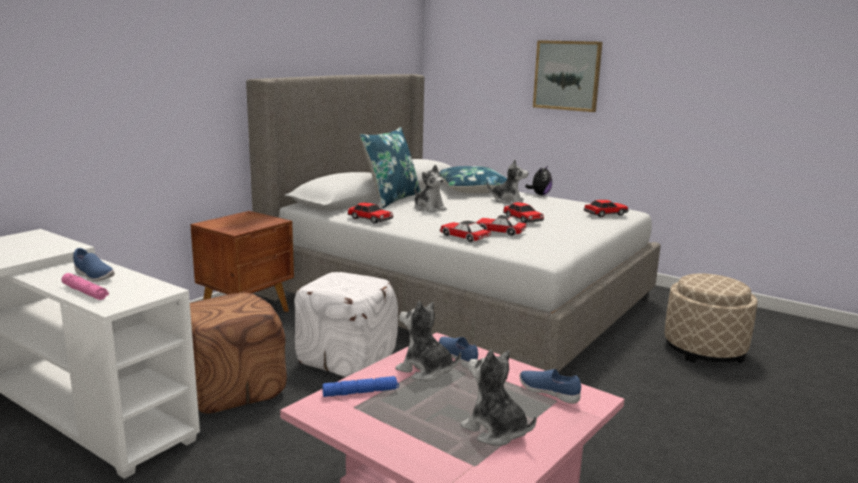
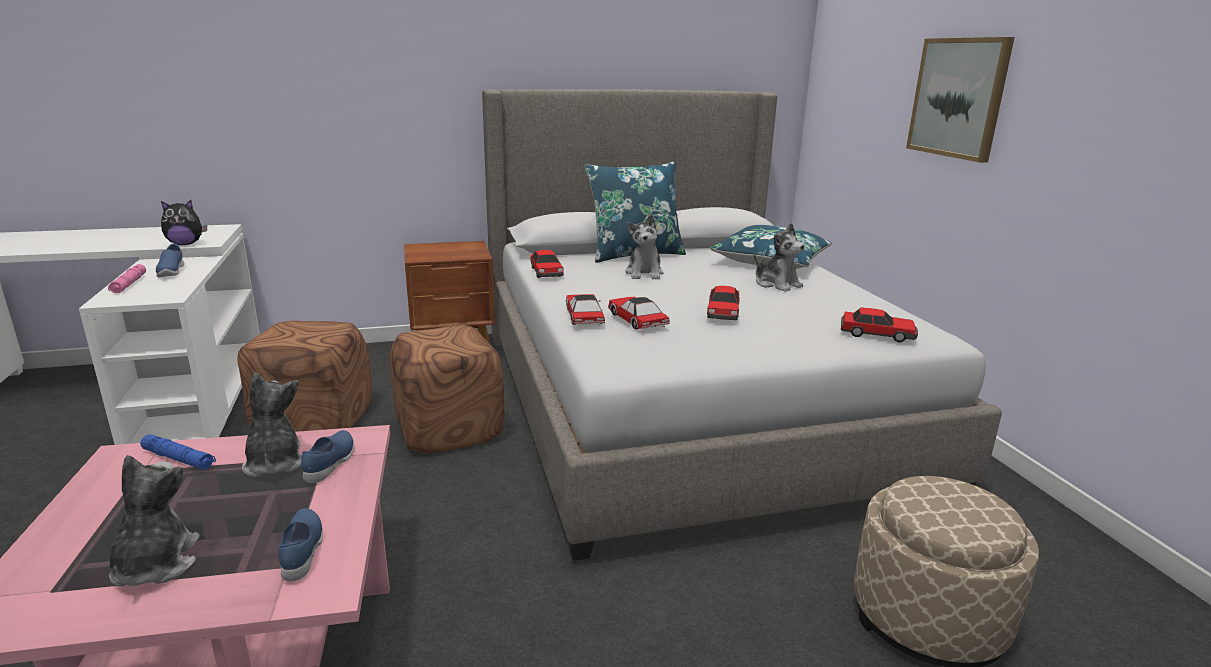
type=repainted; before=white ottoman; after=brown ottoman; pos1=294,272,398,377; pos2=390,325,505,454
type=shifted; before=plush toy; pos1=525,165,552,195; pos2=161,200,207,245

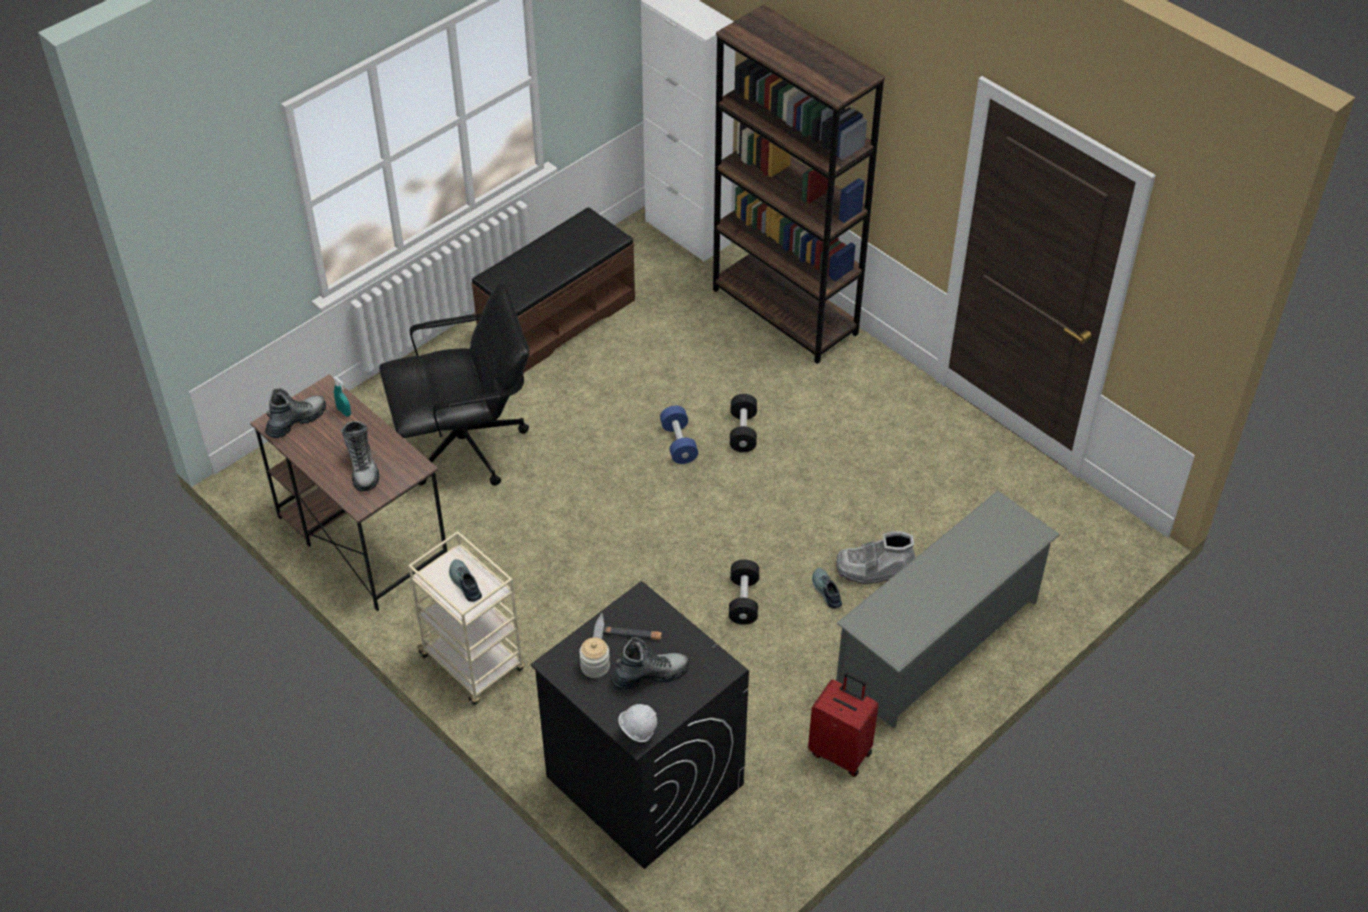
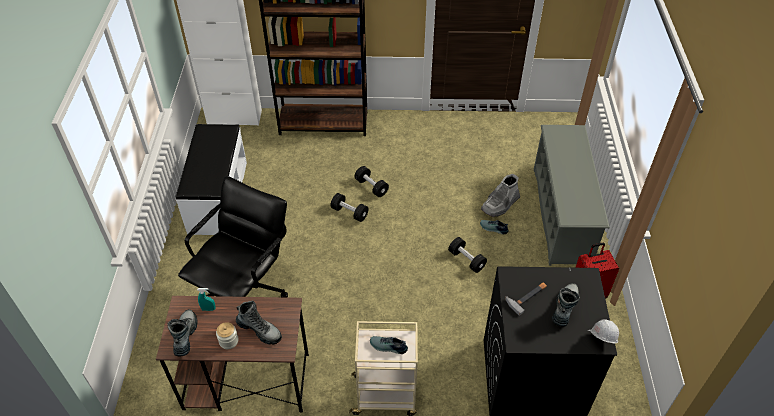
type=repainted; before=brown bench; after=white bench; pos1=471,207,635,373; pos2=176,124,247,235
type=shifted; before=jar; pos1=579,638,610,678; pos2=216,322,239,349
type=repainted; before=blue dumbbell; after=black dumbbell; pos1=660,406,698,464; pos2=331,193,368,222

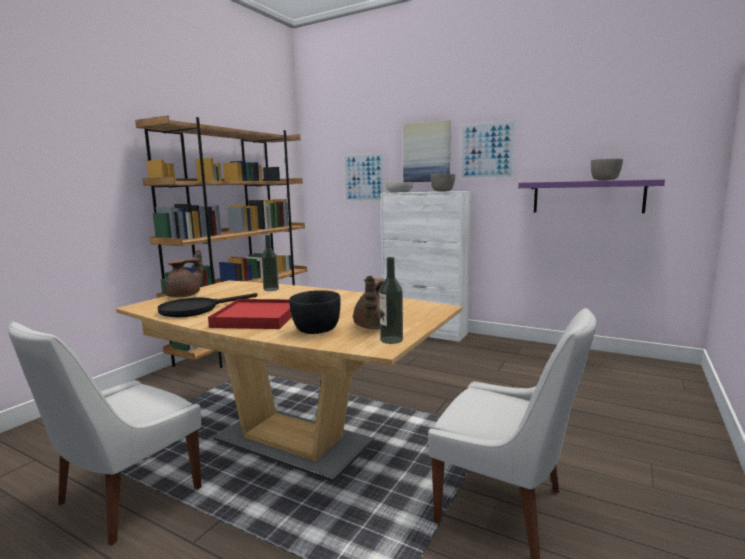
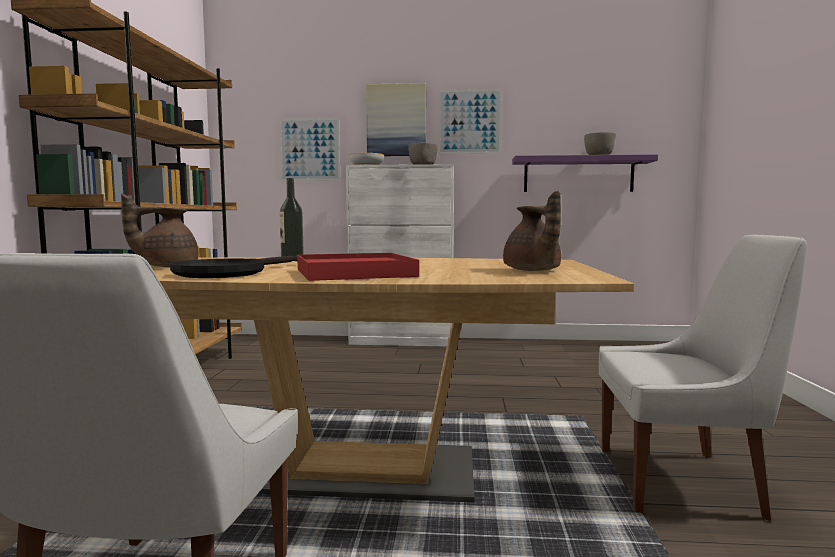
type=rotated; before=brown teapot; pos1=165,250,203,297; pos2=121,193,199,267; turn=-135
type=gone; before=black bowl; pos1=289,290,340,334
type=gone; before=bottle; pos1=379,257,403,344

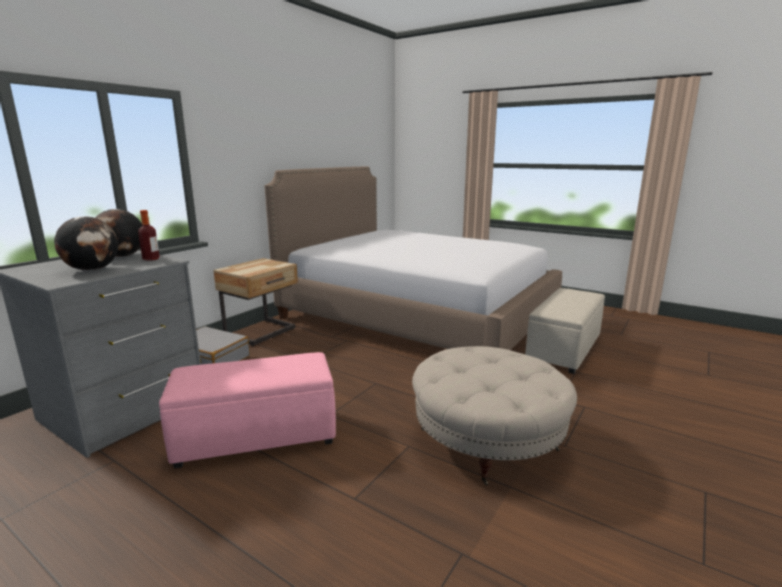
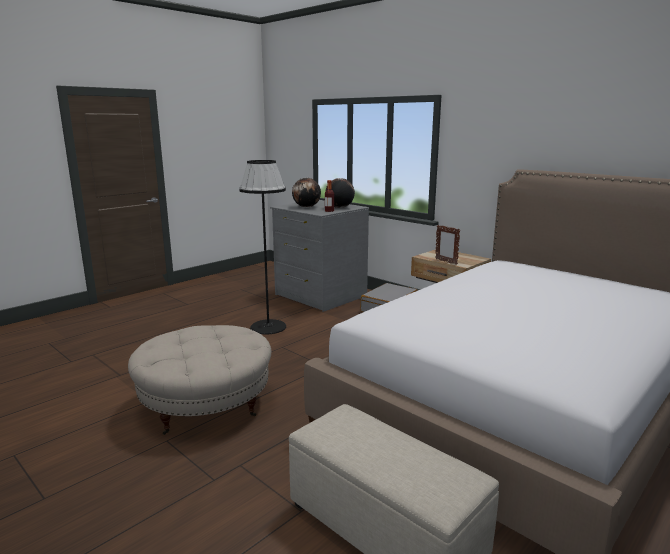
type=swapped; before=pink ottoman; after=black floor lamp; pos1=159,352,336,469; pos2=239,160,286,334
type=new; after=picture frame; pos2=435,225,460,265

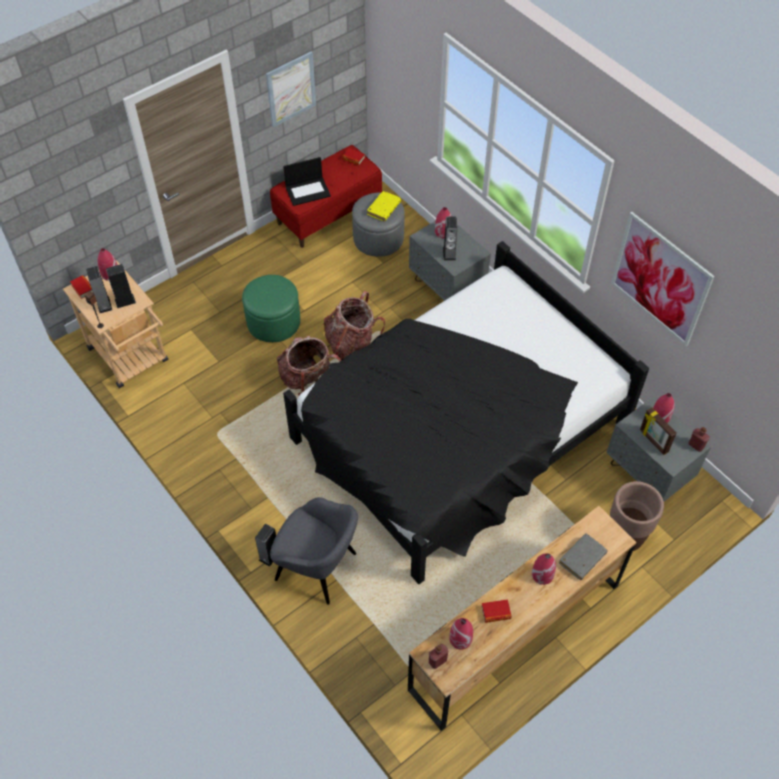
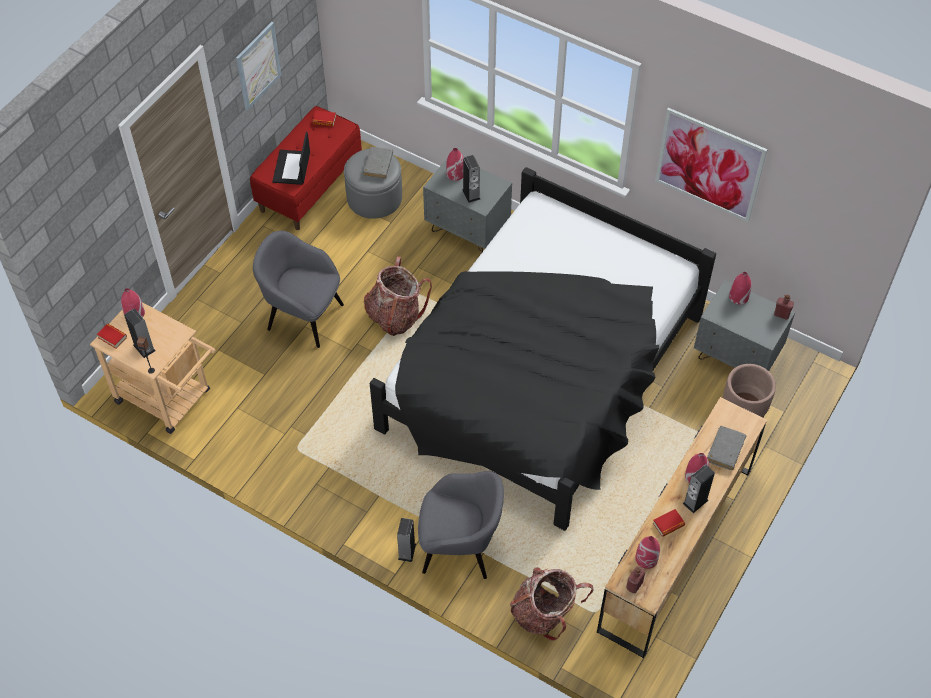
type=shifted; before=speaker; pos1=106,264,136,308; pos2=682,464,715,513
type=swapped; before=green ottoman; after=grey armchair; pos1=242,275,300,342; pos2=253,231,344,348
type=shifted; before=backpack; pos1=277,336,342,395; pos2=510,567,593,641
type=rotated; before=laptop; pos1=283,157,331,206; pos2=272,132,310,185; turn=135
type=repainted; before=yellow book; after=grey book; pos1=367,191,401,221; pos2=363,147,393,179
type=gone; before=picture frame; pos1=640,407,676,455

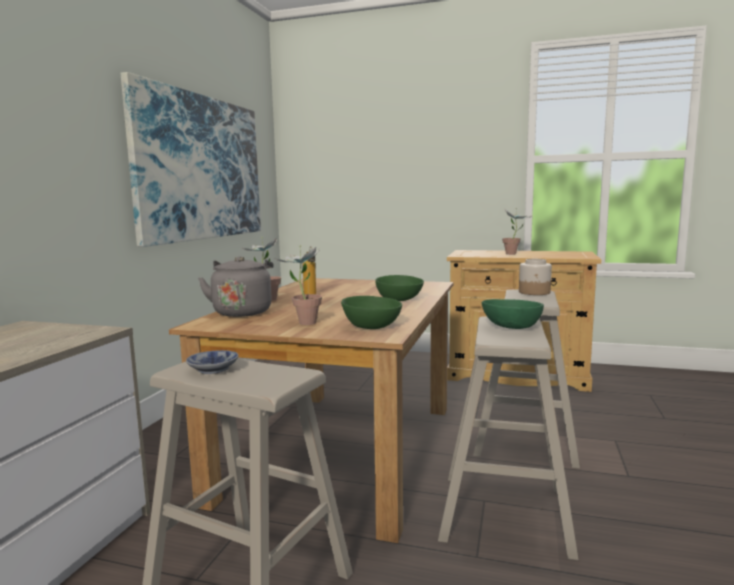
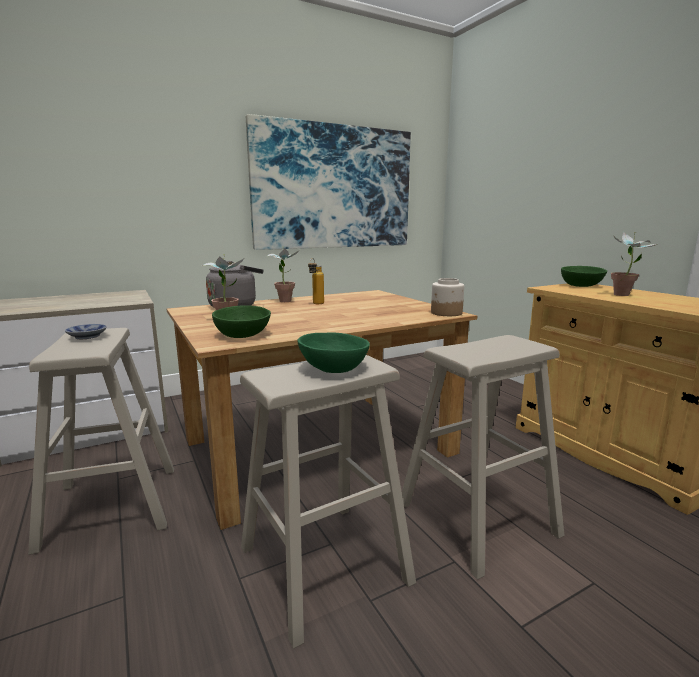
type=shifted; before=green bowl; pos1=375,275,424,301; pos2=561,266,607,287
type=shifted; before=jar; pos1=519,259,552,295; pos2=431,278,464,316

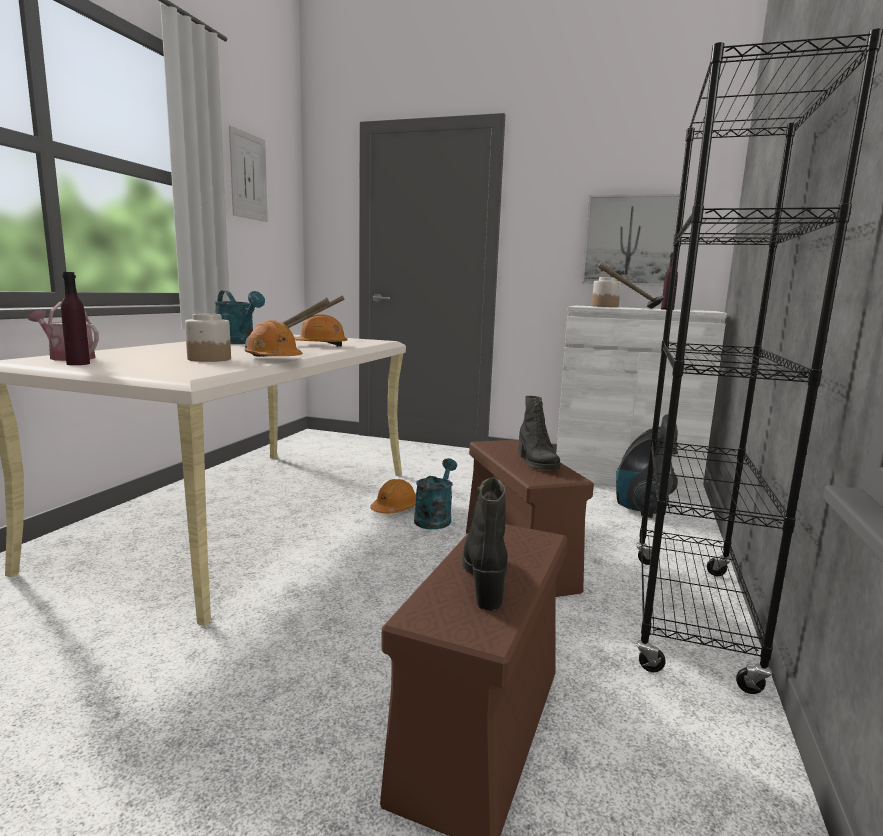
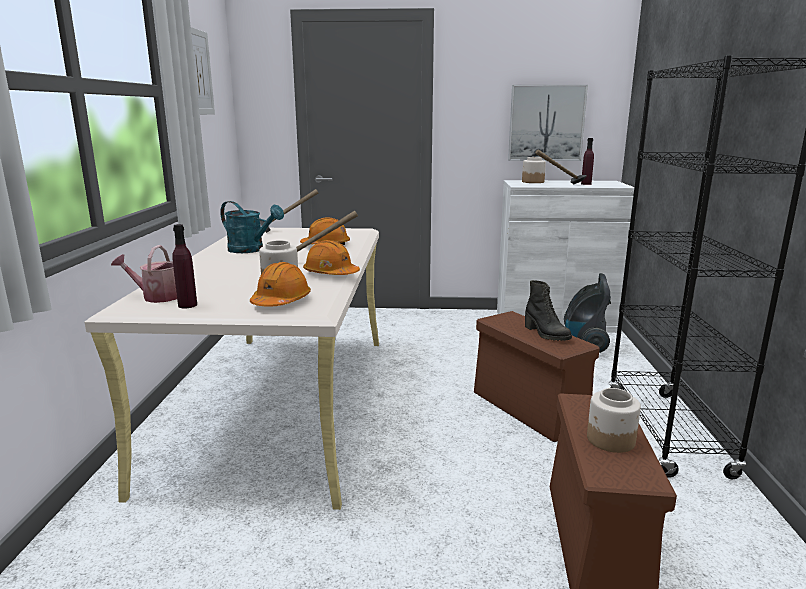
type=shifted; before=orange hard hat; pos1=370,479,416,514; pos2=250,262,311,307
type=gone; before=turquoise watering can; pos1=414,458,457,529
type=swapped; before=black boot; after=jar; pos1=462,477,508,611; pos2=587,388,641,453

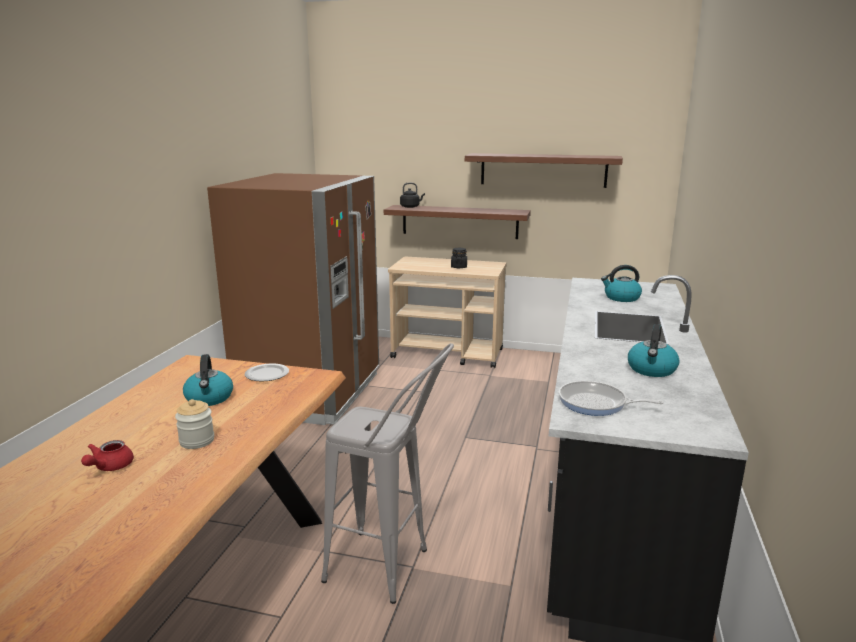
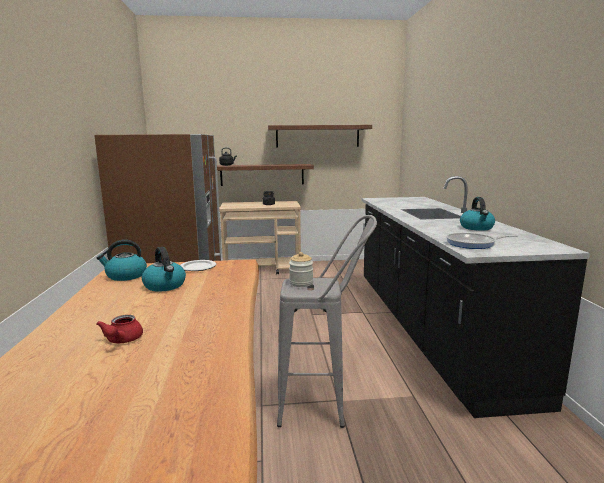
type=shifted; before=jar; pos1=175,399,214,449; pos2=289,252,313,287
type=shifted; before=kettle; pos1=601,265,642,302; pos2=97,240,147,281

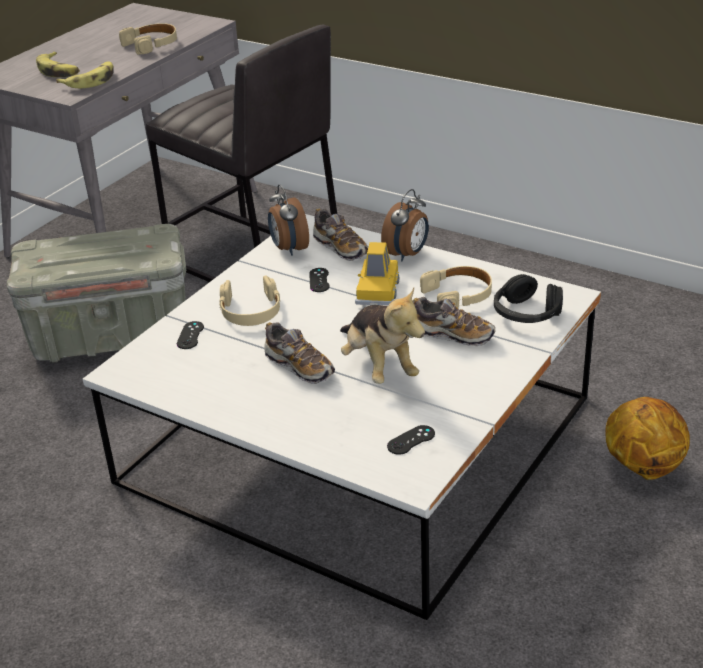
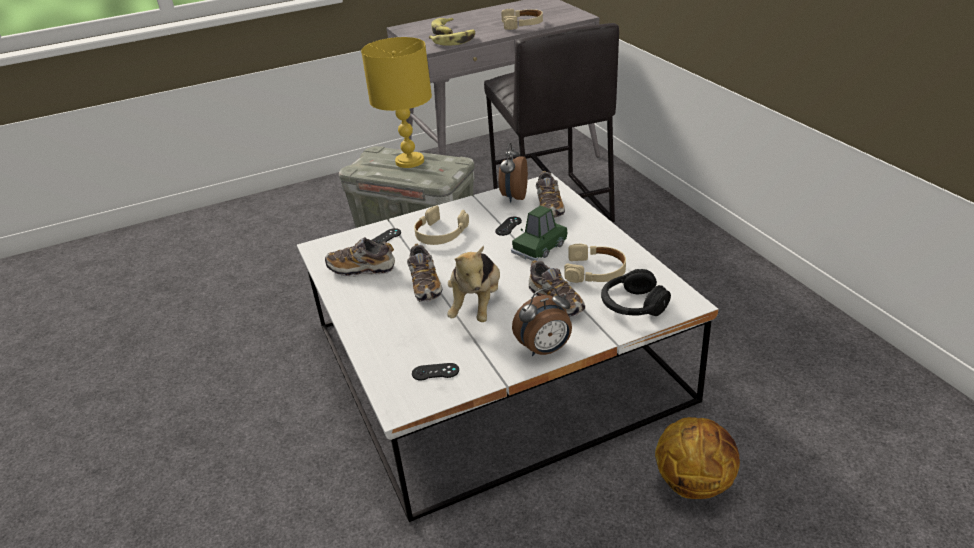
type=repainted; before=yellow toy car; after=green toy car; pos1=355,242,399,305; pos2=511,205,567,261
type=shifted; before=alarm clock; pos1=381,189,429,261; pos2=512,287,572,356
type=new; after=shoe; pos2=325,237,395,277
type=new; after=yellow table lamp; pos2=361,37,432,168

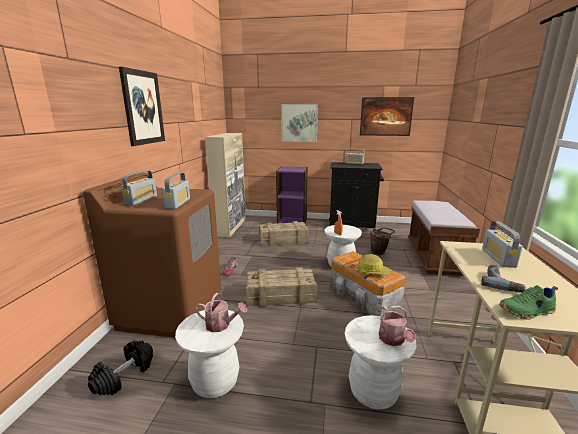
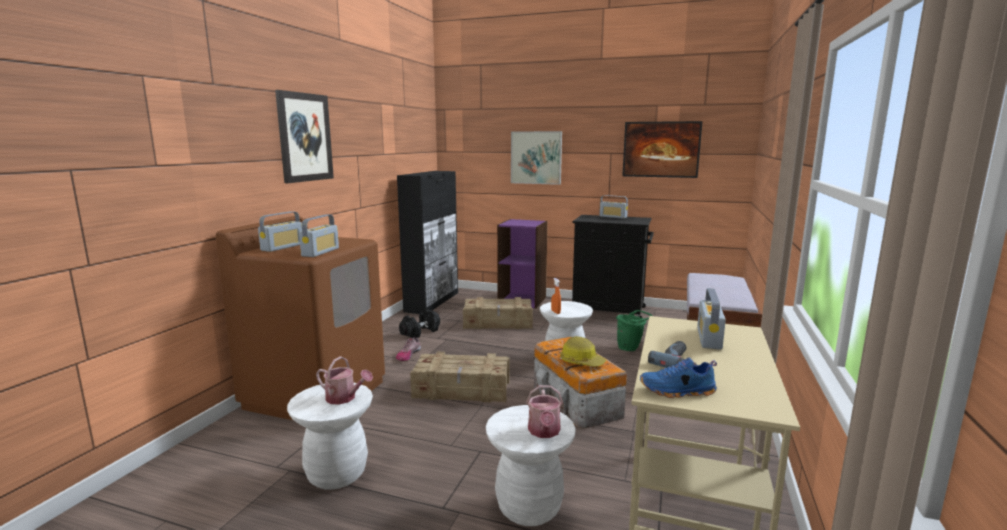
type=shifted; before=black dumbbell; pos1=88,340,153,396; pos2=399,309,440,338
type=repainted; before=beige cabinet; after=black cabinet; pos1=205,133,246,237; pos2=397,171,458,314
type=repainted; before=brown bucket; after=green bucket; pos1=370,227,395,255; pos2=616,310,652,351
type=repainted; before=green shoe; after=blue shoe; pos1=499,285,558,319; pos2=640,357,717,398

